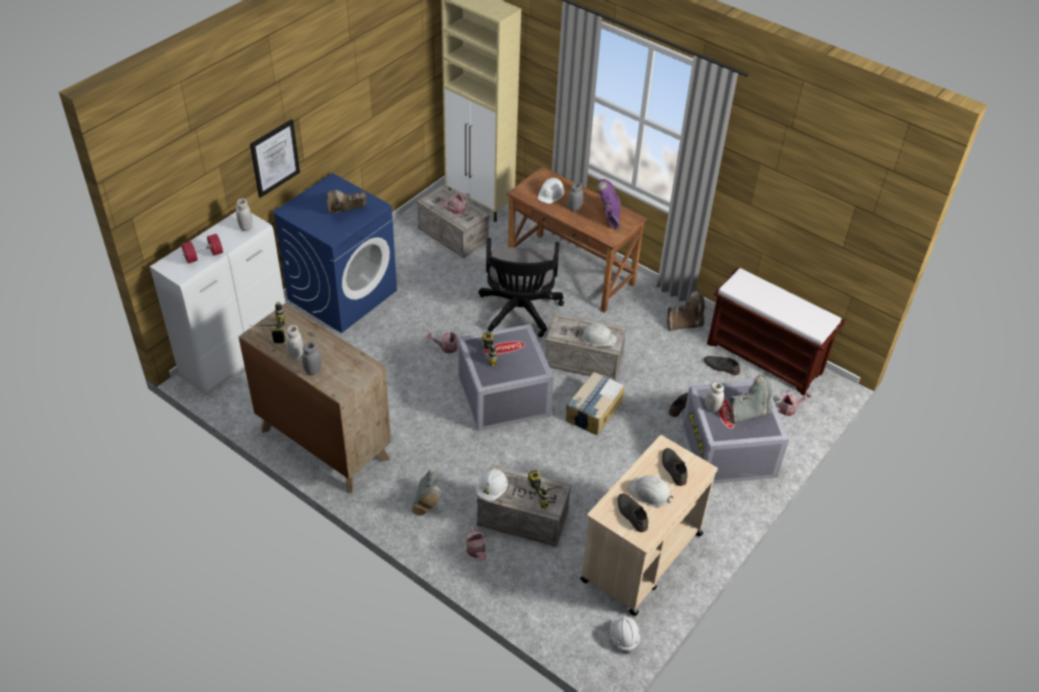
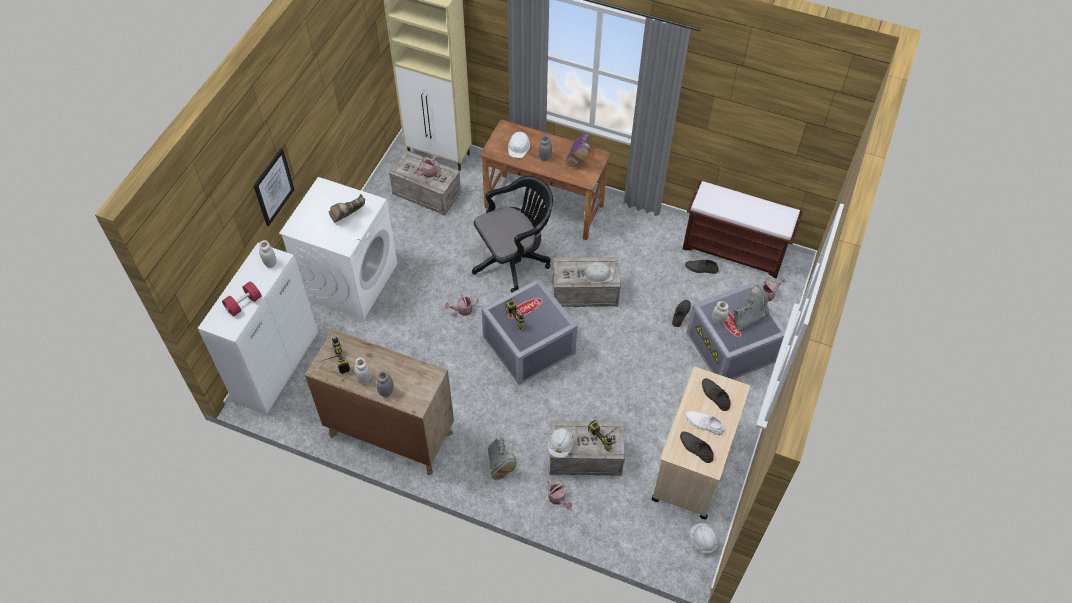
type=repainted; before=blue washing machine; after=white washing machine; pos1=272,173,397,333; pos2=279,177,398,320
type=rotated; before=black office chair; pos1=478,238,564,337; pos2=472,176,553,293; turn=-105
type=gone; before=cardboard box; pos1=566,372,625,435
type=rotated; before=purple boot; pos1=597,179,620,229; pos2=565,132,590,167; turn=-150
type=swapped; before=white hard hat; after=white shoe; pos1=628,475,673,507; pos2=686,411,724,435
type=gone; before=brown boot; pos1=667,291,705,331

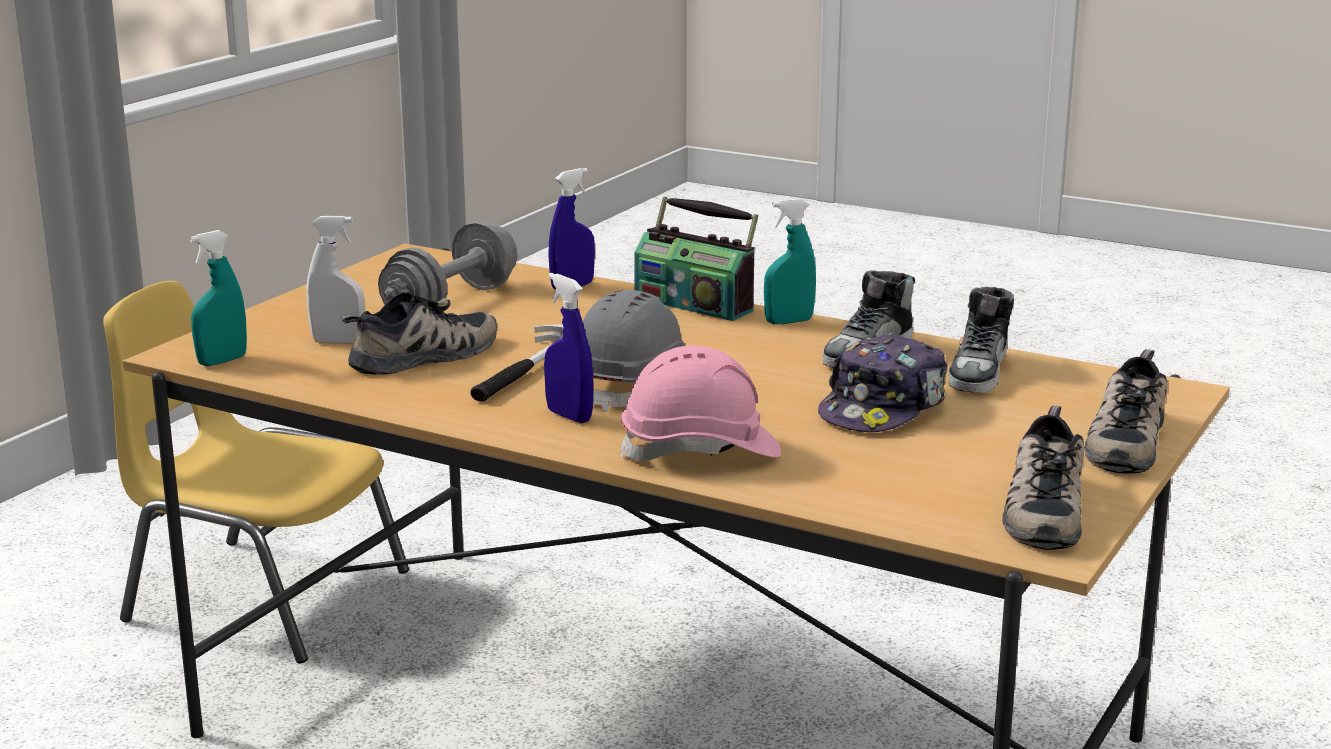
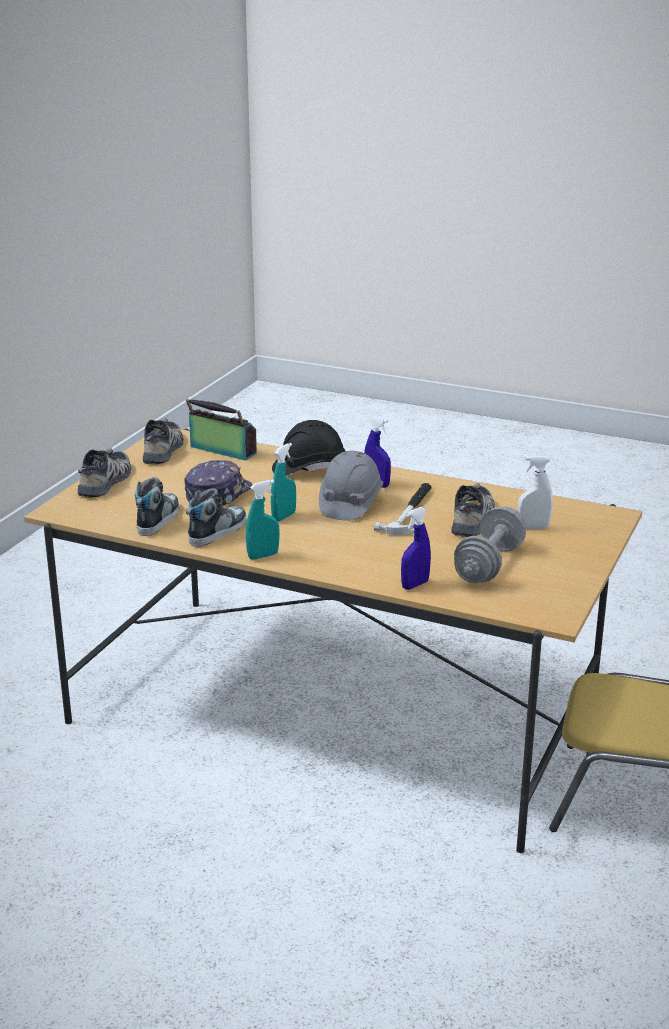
type=shifted; before=turquoise spray bottle; pos1=189,230,247,366; pos2=271,443,296,521
type=rotated; before=shoe; pos1=341,292,497,375; pos2=451,483,495,537; turn=150
type=repainted; before=pink hard hat; after=black hard hat; pos1=620,345,781,461; pos2=272,420,345,475
type=shifted; before=radio; pos1=634,197,758,321; pos2=186,399,257,461

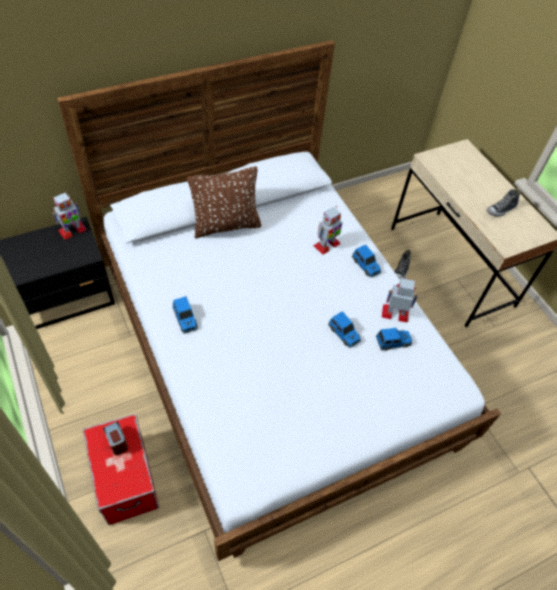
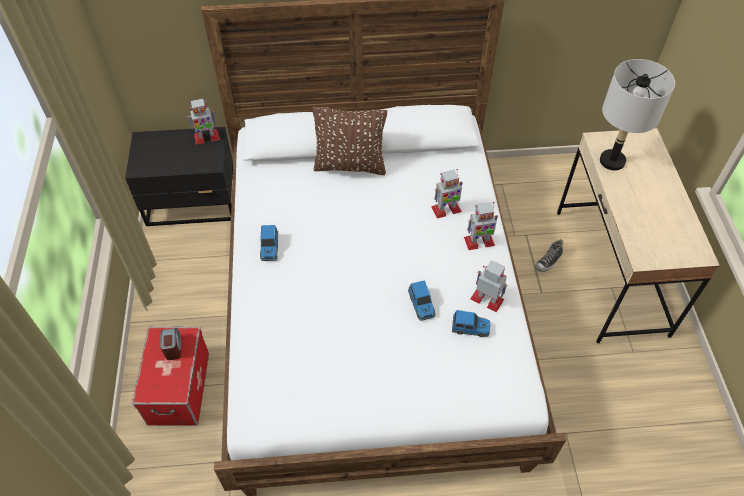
type=swapped; before=toy car; after=toy robot; pos1=352,244,381,278; pos2=464,202,498,250
type=gone; before=shoe; pos1=486,189,521,217
type=new; after=grey table lamp; pos2=600,59,675,171

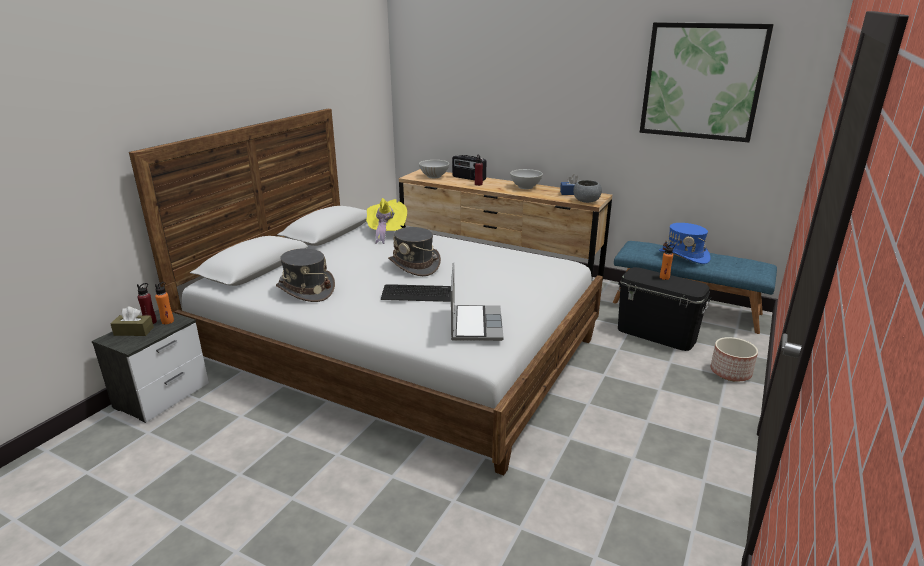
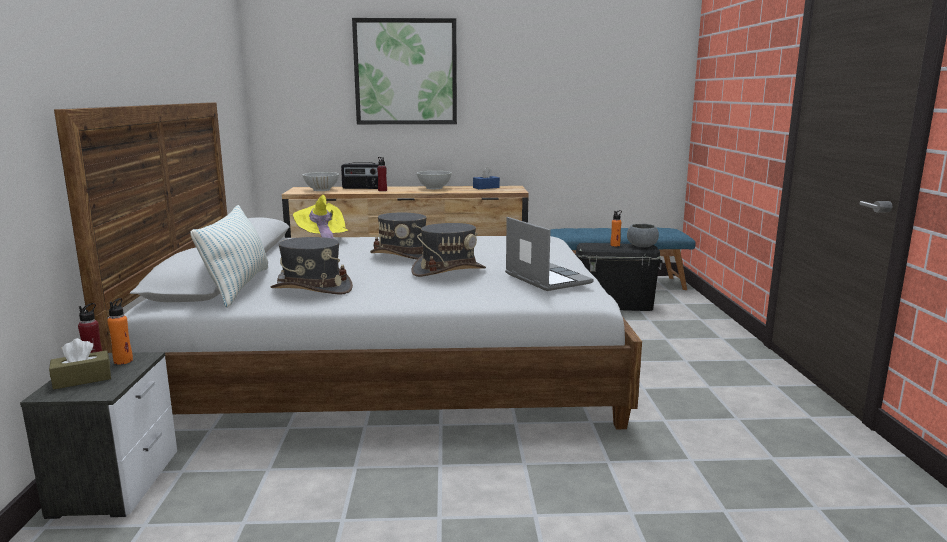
type=swapped; before=keyboard; after=grey hat; pos1=381,284,451,302; pos2=411,223,486,277
type=shifted; before=grey bowl; pos1=573,180,602,203; pos2=627,224,659,247
type=shifted; before=picture; pos1=640,22,774,142; pos2=352,18,457,124
type=gone; before=blue hat; pos1=659,223,710,264
type=gone; before=planter; pos1=711,337,758,382
type=new; after=pillow; pos2=190,205,268,308

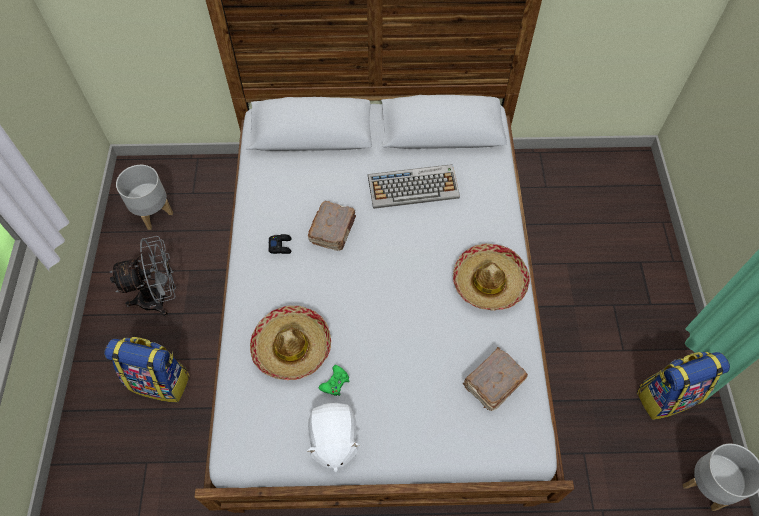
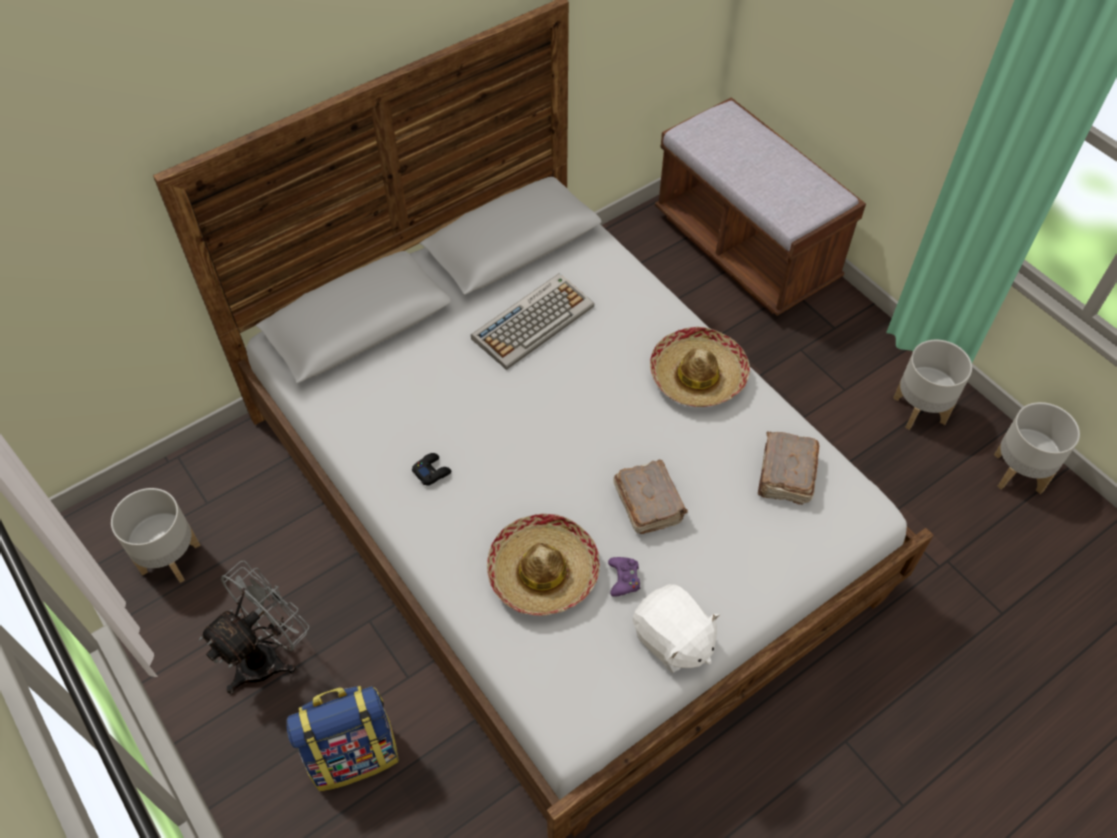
type=shifted; before=brown book; pos1=308,201,356,251; pos2=613,460,688,534
type=repainted; before=green game controller; after=purple game controller; pos1=319,365,350,396; pos2=608,557,640,597
type=swapped; before=backpack; after=grey planter; pos1=637,352,730,420; pos2=893,340,972,430
type=new; after=brown bench; pos2=655,97,866,316

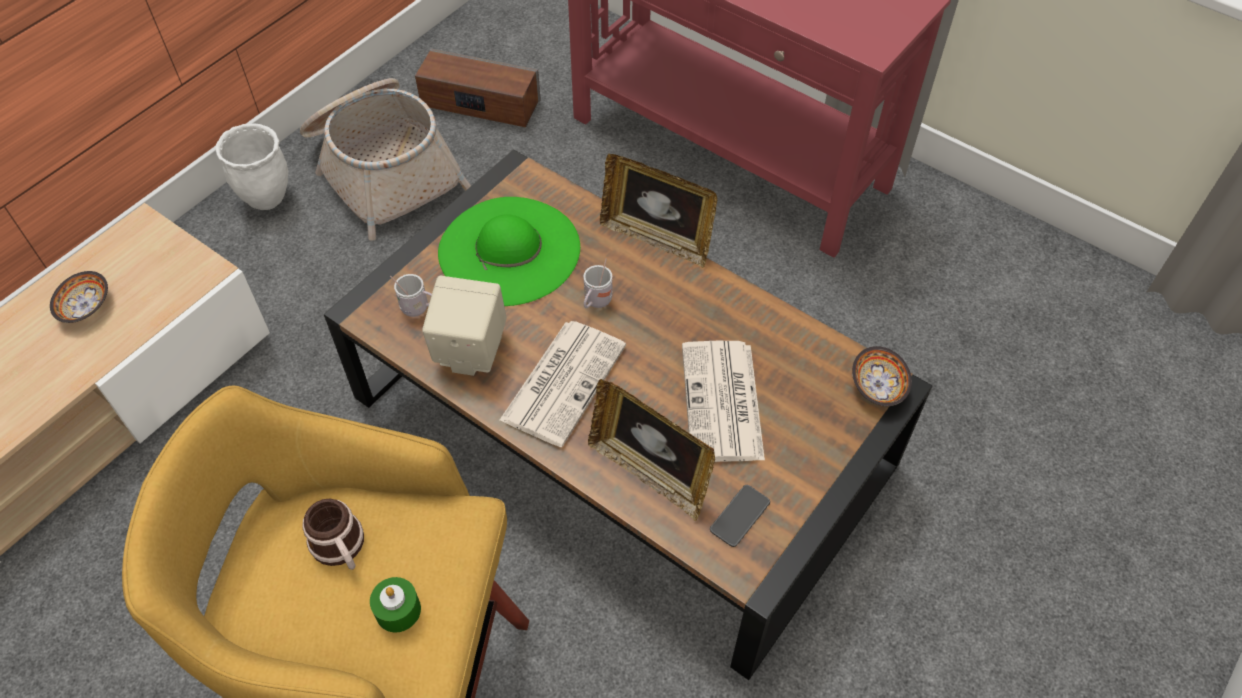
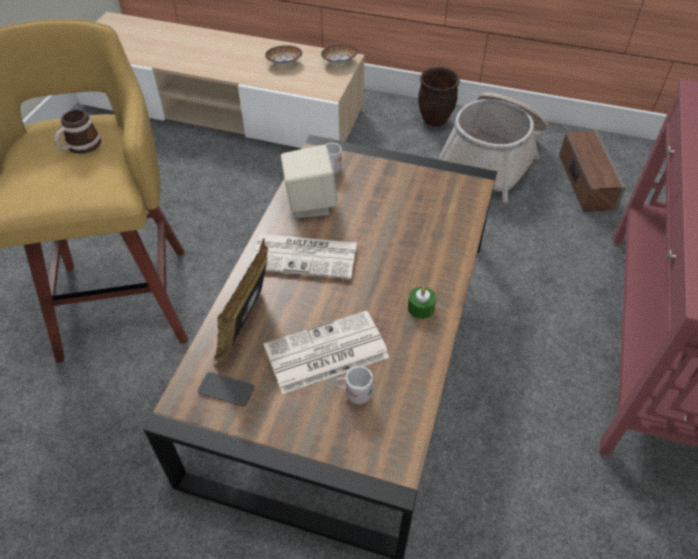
type=repainted; before=white planter; after=brown planter; pos1=215,124,288,210; pos2=418,67,460,126
type=shifted; before=green candle; pos1=370,577,421,632; pos2=408,287,436,319
type=gone; before=green hat; pos1=438,197,580,306
type=shifted; before=white mug; pos1=583,258,613,308; pos2=334,366,376,404
type=gone; before=picture frame; pos1=600,154,717,268
type=shifted; before=bowl; pos1=852,346,912,406; pos2=321,44,357,64

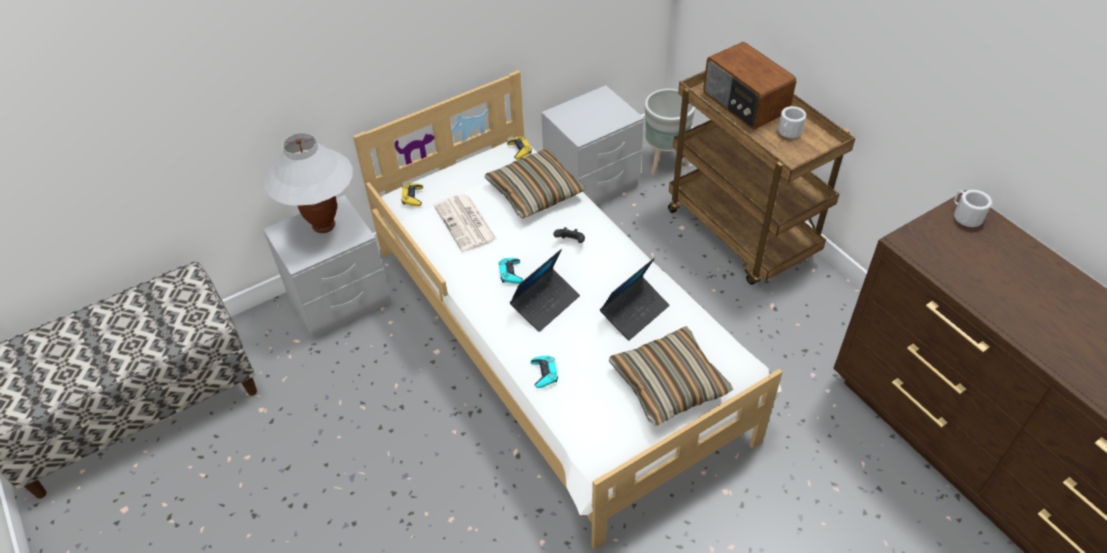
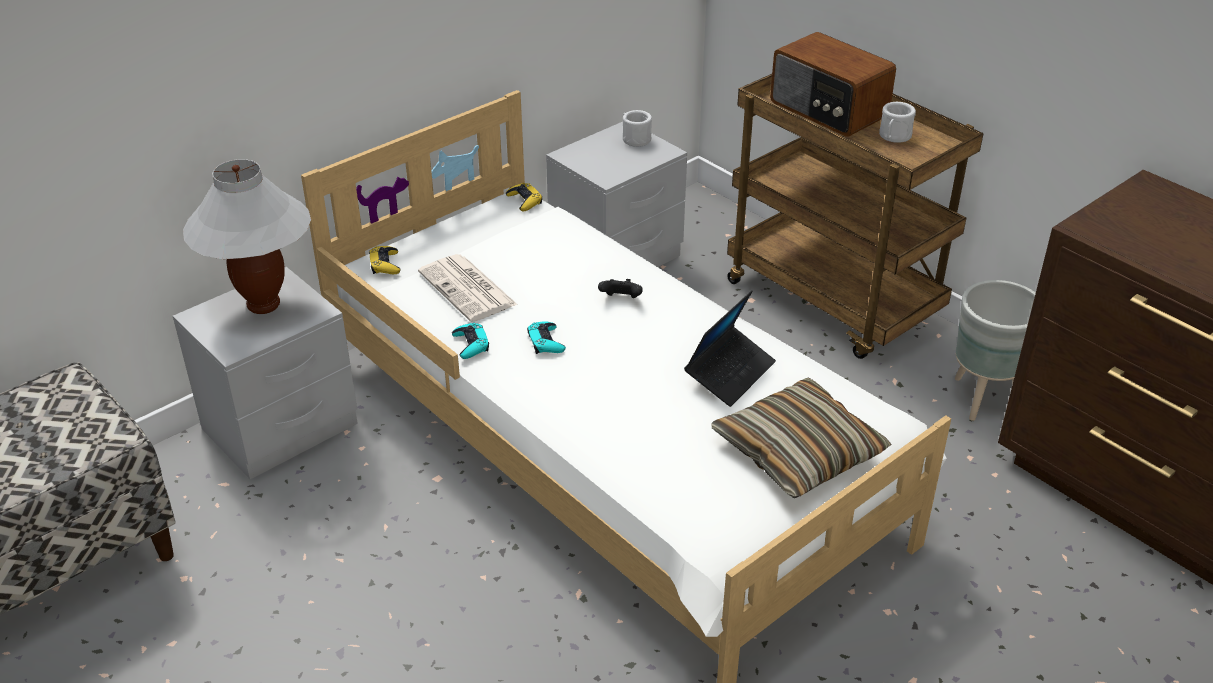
type=gone; before=pillow; pos1=485,148,586,218
type=gone; before=laptop; pos1=510,249,580,332
type=shifted; before=turquoise game controller; pos1=531,356,558,388; pos2=452,323,489,359
type=shifted; before=grey planter; pos1=645,89,695,175; pos2=955,280,1036,421
type=shifted; before=white mug; pos1=954,190,992,227; pos2=623,110,652,147

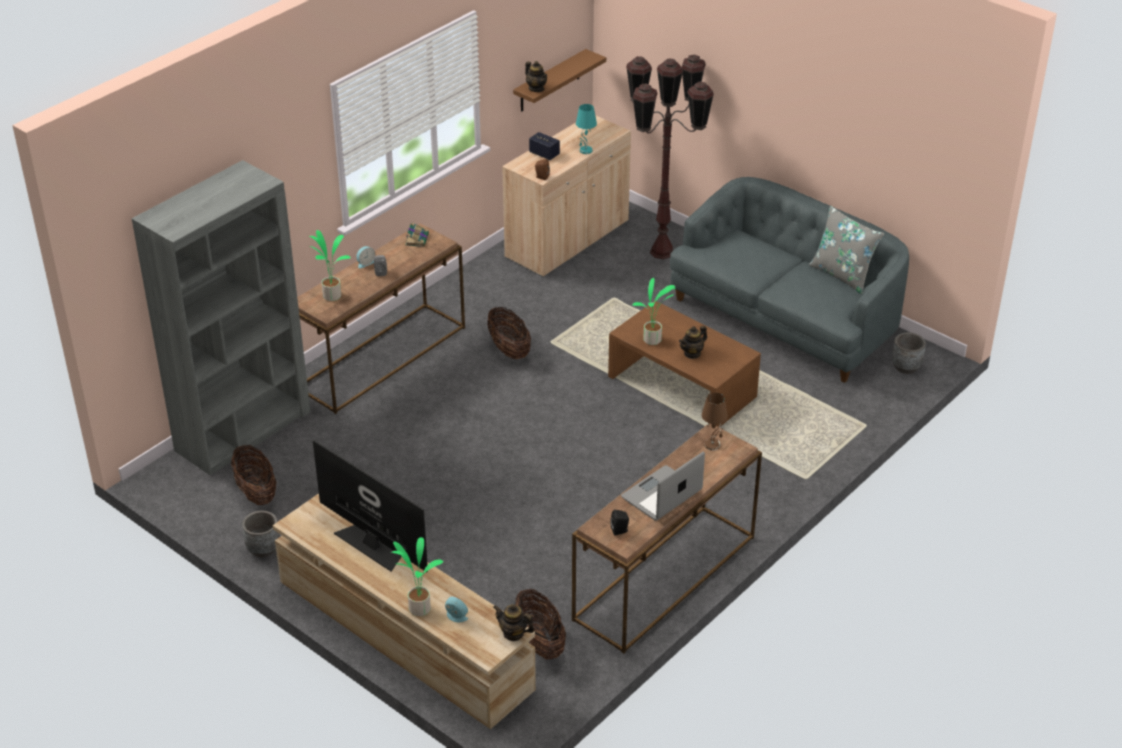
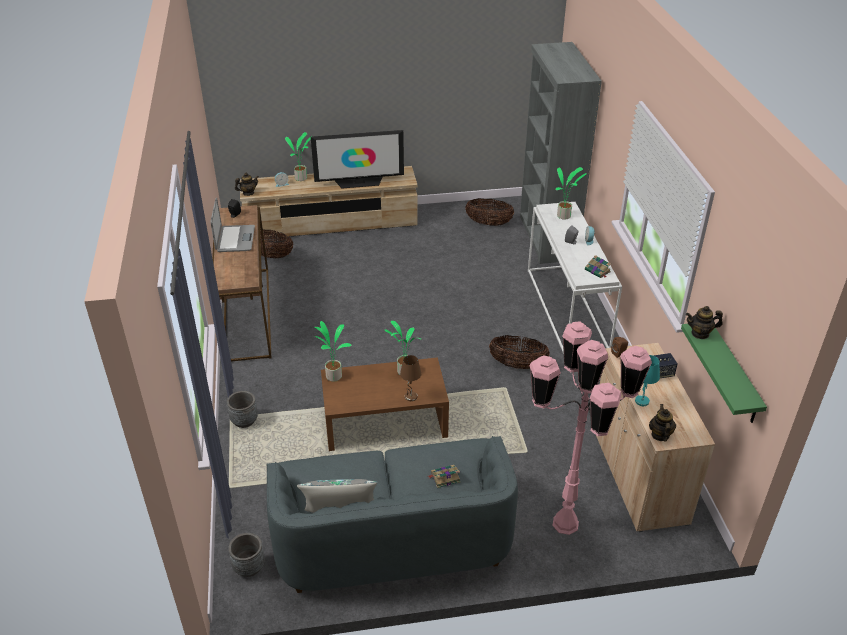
type=shifted; before=grey planter; pos1=242,511,280,557; pos2=227,391,258,428
type=repainted; before=brown console table; after=white console table; pos1=297,223,465,414; pos2=528,202,622,354
type=repainted; before=brown shelf; after=green shelf; pos1=513,49,606,112; pos2=681,324,767,423
type=repainted; before=brown floor lamp; after=pink floor lamp; pos1=626,54,714,259; pos2=529,321,652,535
type=shifted; before=teapot; pos1=679,326,707,359; pos2=649,404,676,442
type=shifted; before=brown table lamp; pos1=702,393,728,450; pos2=400,355,421,401
type=new; after=potted plant; pos2=315,321,352,382
type=new; after=book; pos2=428,465,460,488

